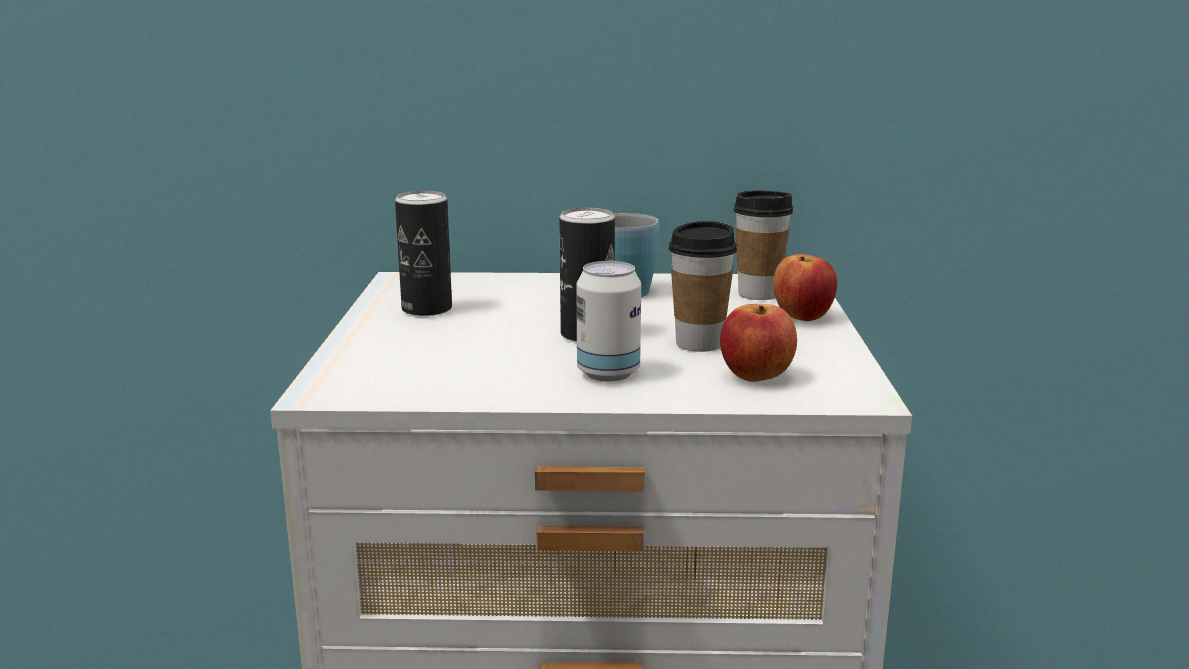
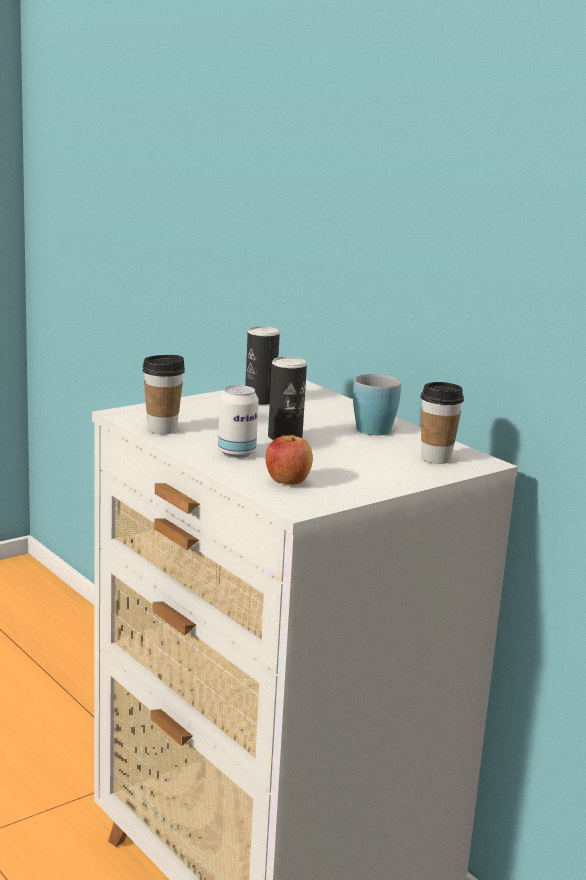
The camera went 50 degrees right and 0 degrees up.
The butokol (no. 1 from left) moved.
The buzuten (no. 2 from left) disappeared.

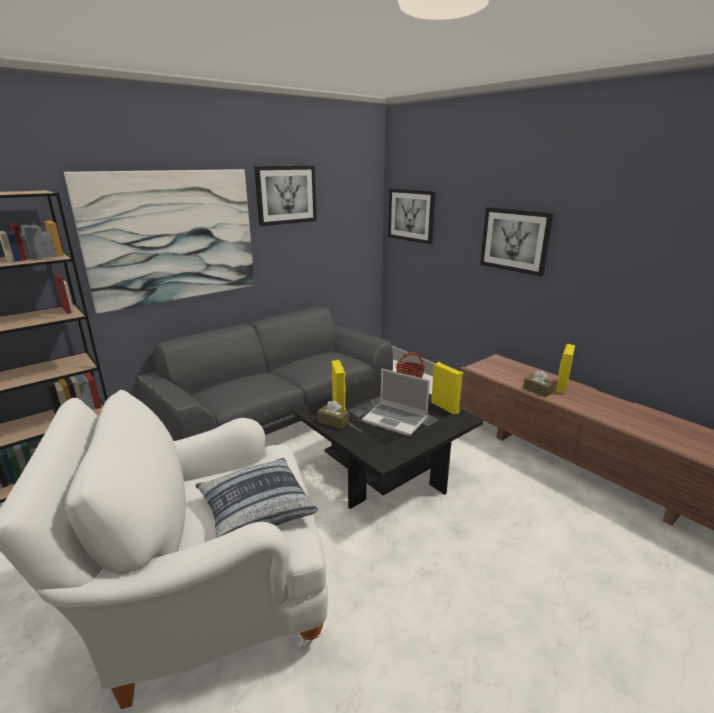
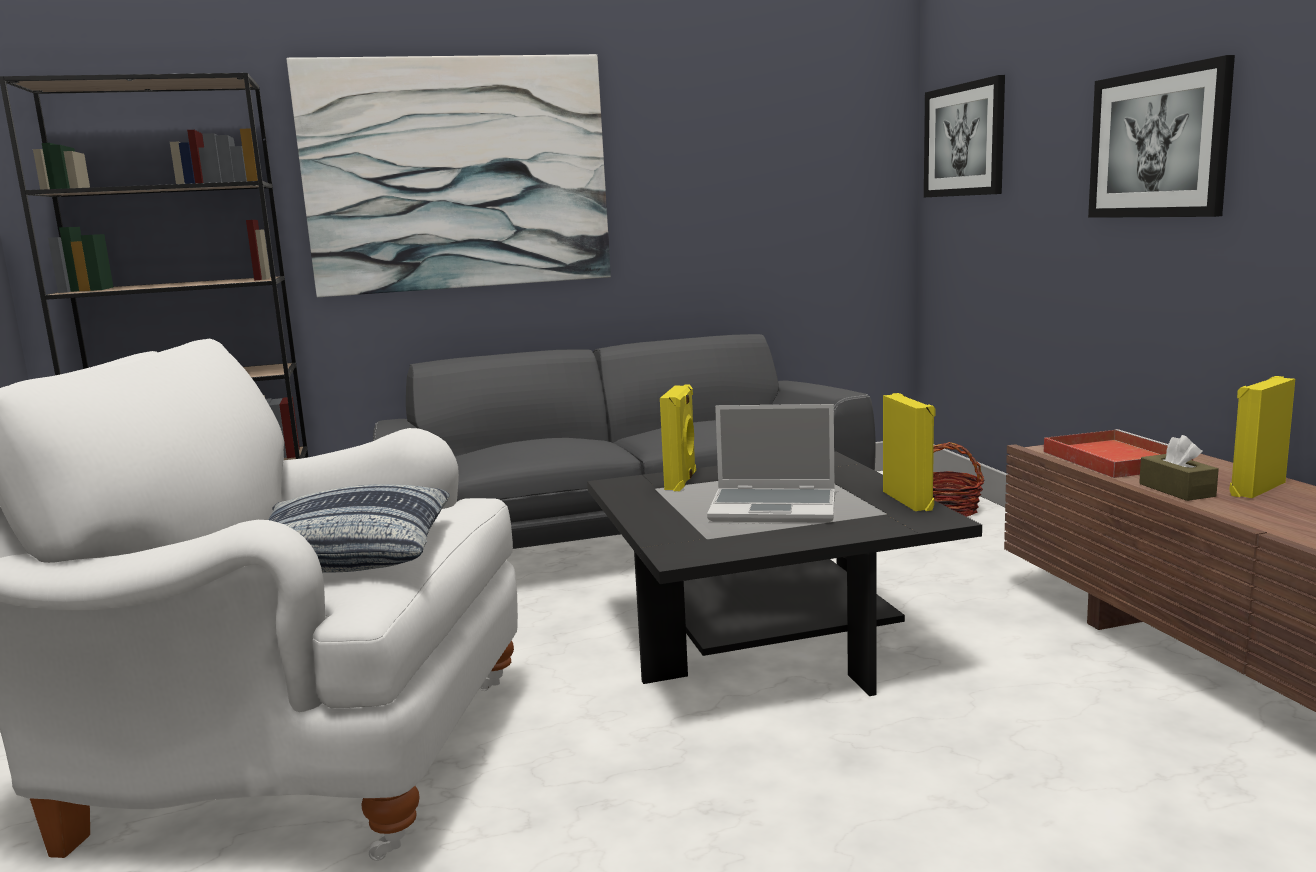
The camera went 25 degrees right and 10 degrees down.
The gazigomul (no. 2 from left) disappeared.
The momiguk turned 45 degrees counterclockwise.
The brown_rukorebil (no. 1 from left) disappeared.
The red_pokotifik appeared.

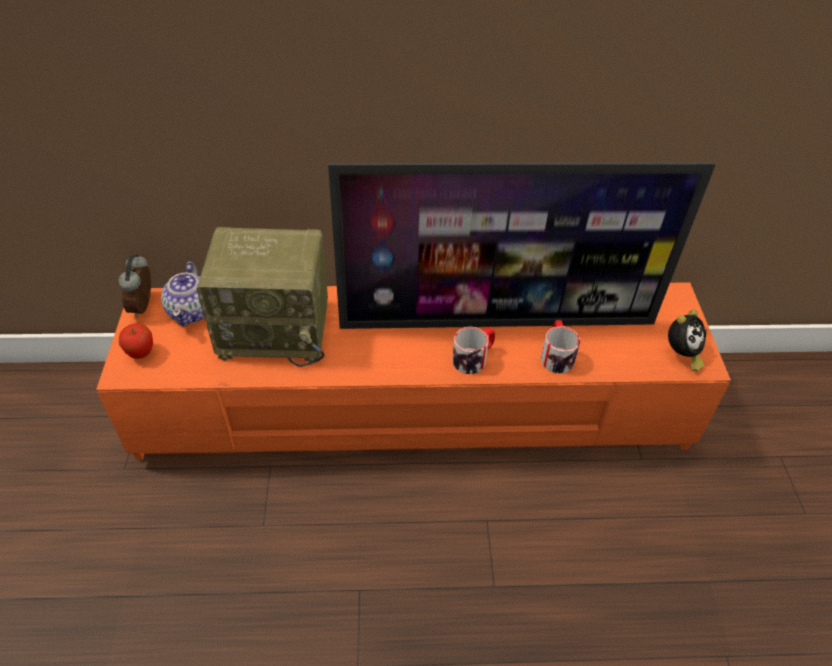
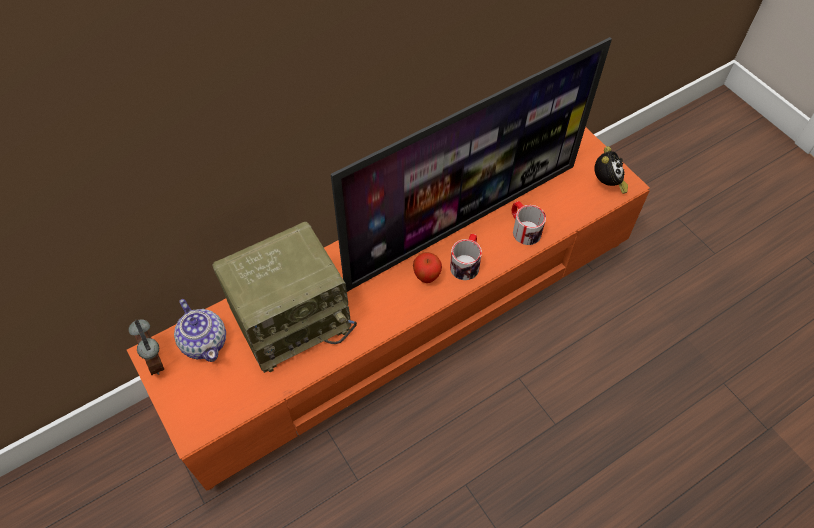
The camera went 30 degrees left and 10 degrees up.
The buzuten moved.

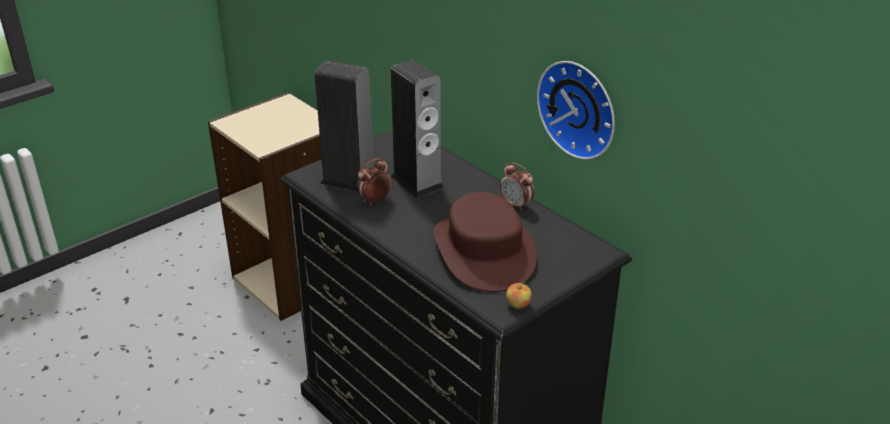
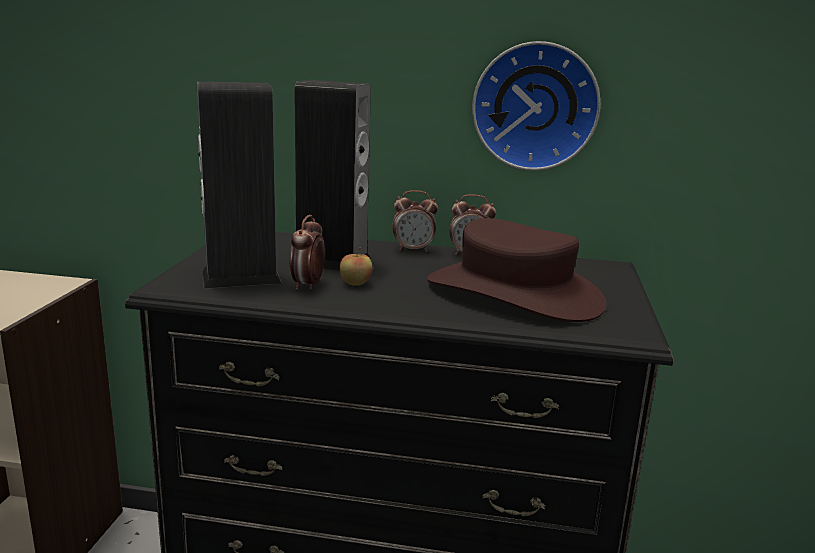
The camera went 40 degrees left and 15 degrees down.
The buzuten moved.
The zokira (no. 2 from left) appeared.

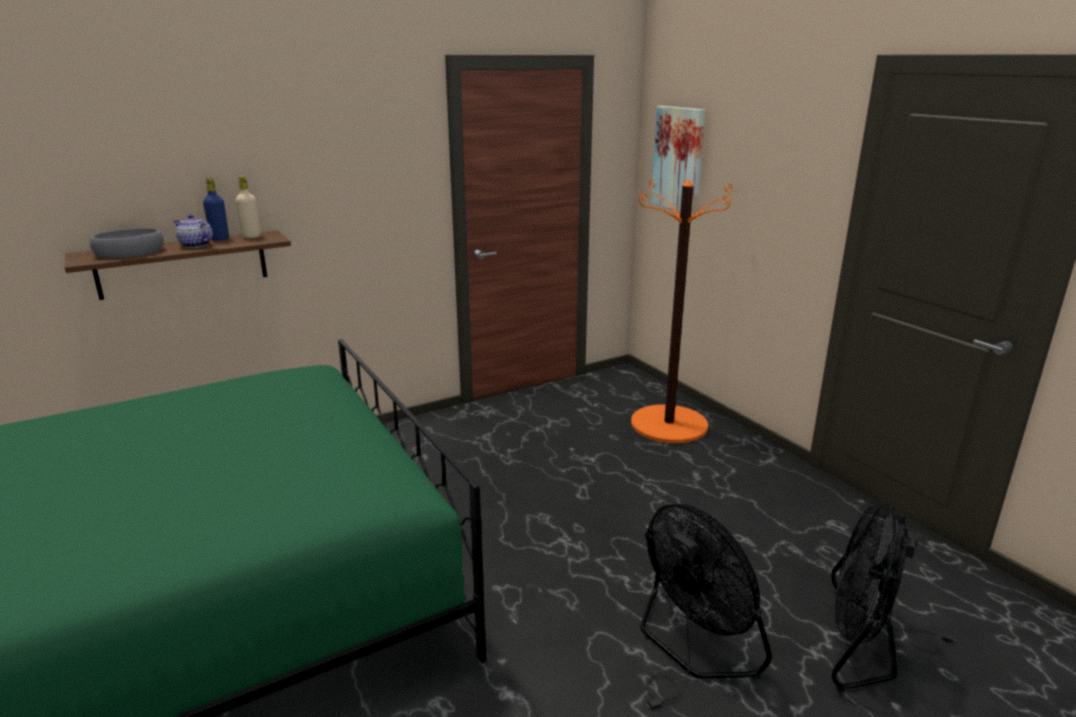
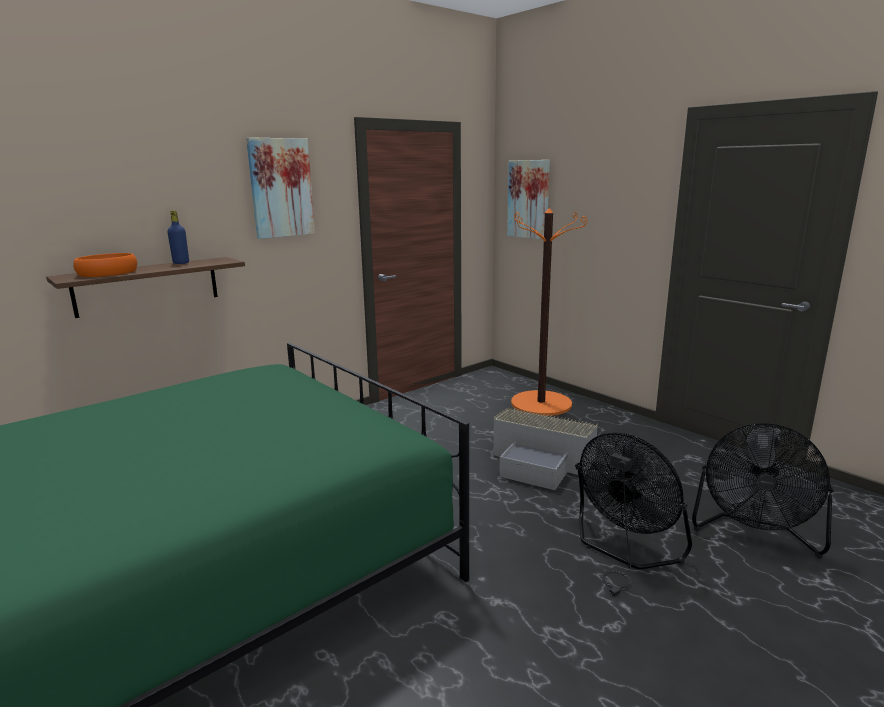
The camera went 10 degrees left and 5 degrees down.
The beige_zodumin disappeared.
The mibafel disappeared.
The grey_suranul became the orange_suranul.
The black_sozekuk (no. 2 from left) turned 75 degrees counterclockwise.
The gazigomul (no. 1 from left) appeared.
The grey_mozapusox appeared.

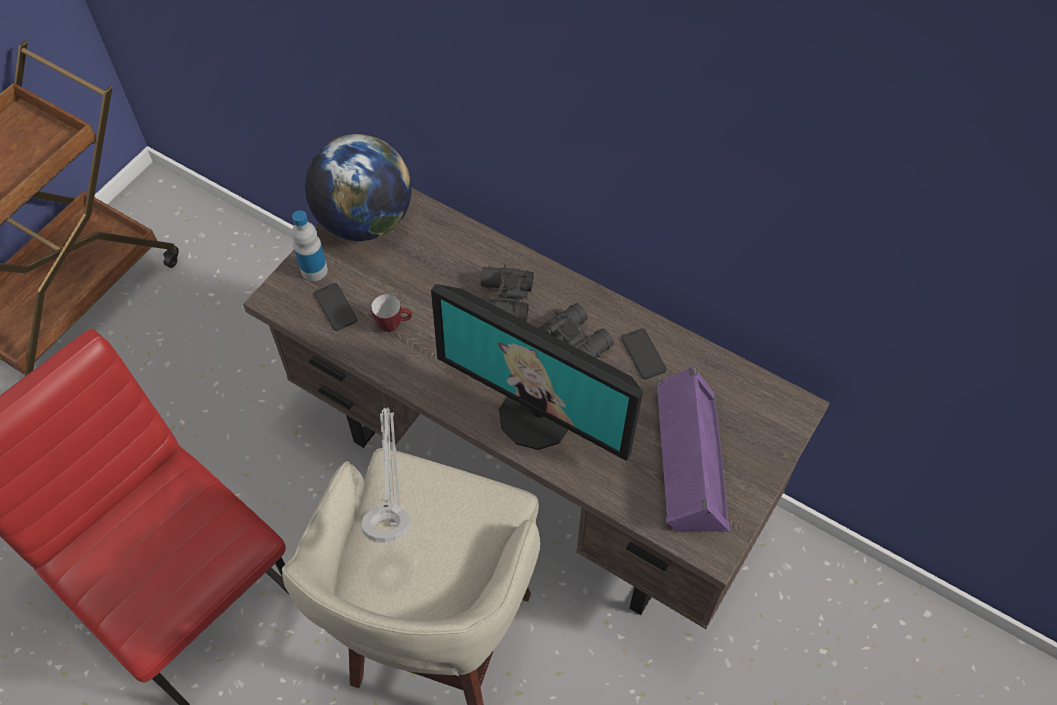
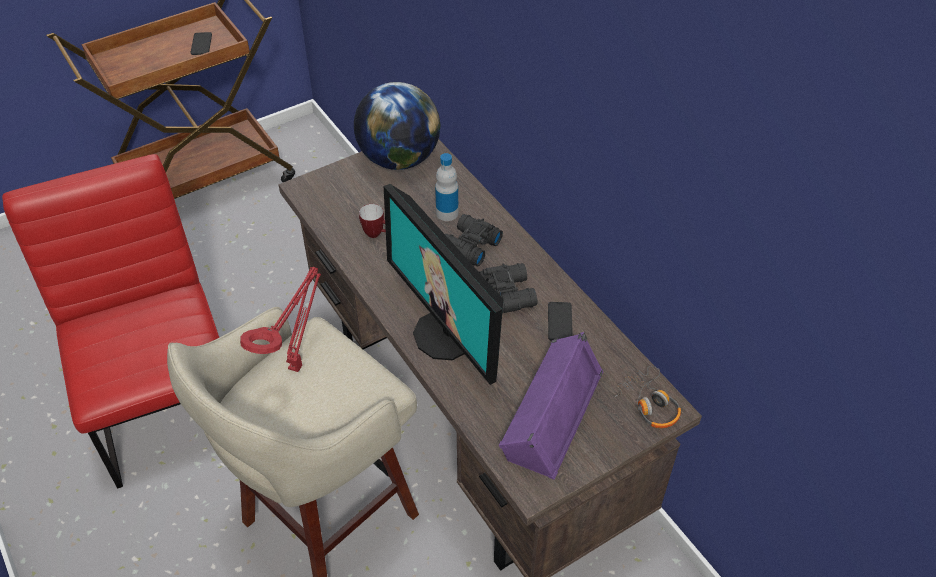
The camera went 25 degrees right and 10 degrees down.
The zodumin moved.
The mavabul (no. 1 from left) moved.
The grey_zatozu became the red_zatozu.
The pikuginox appeared.

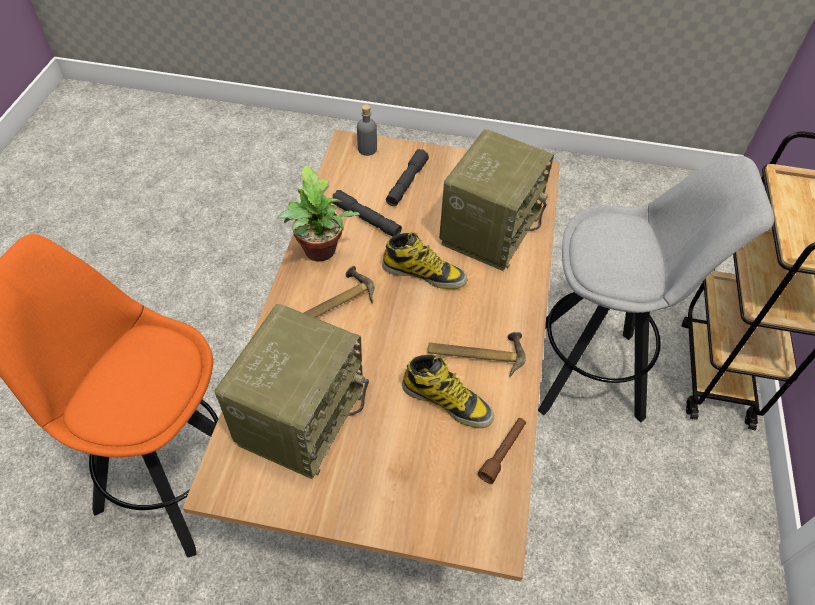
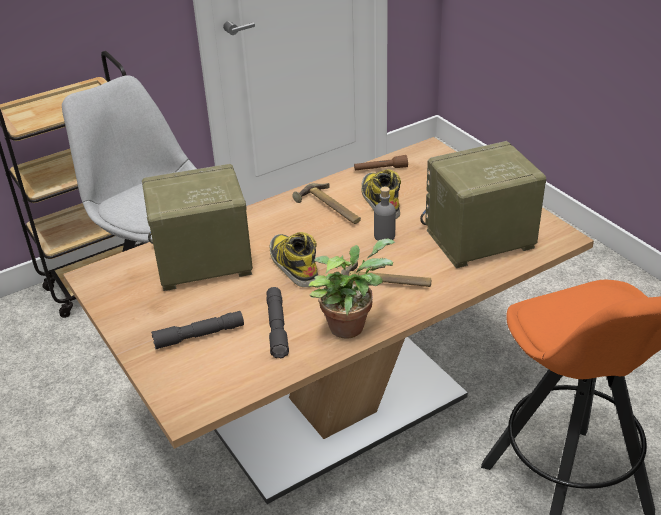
The camera went 130 degrees left and 15 degrees down.
The grey_zodumin moved.

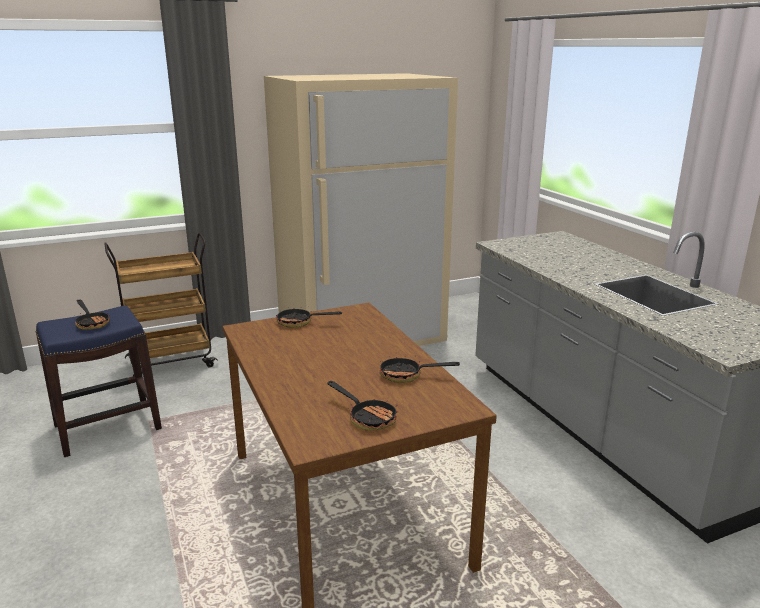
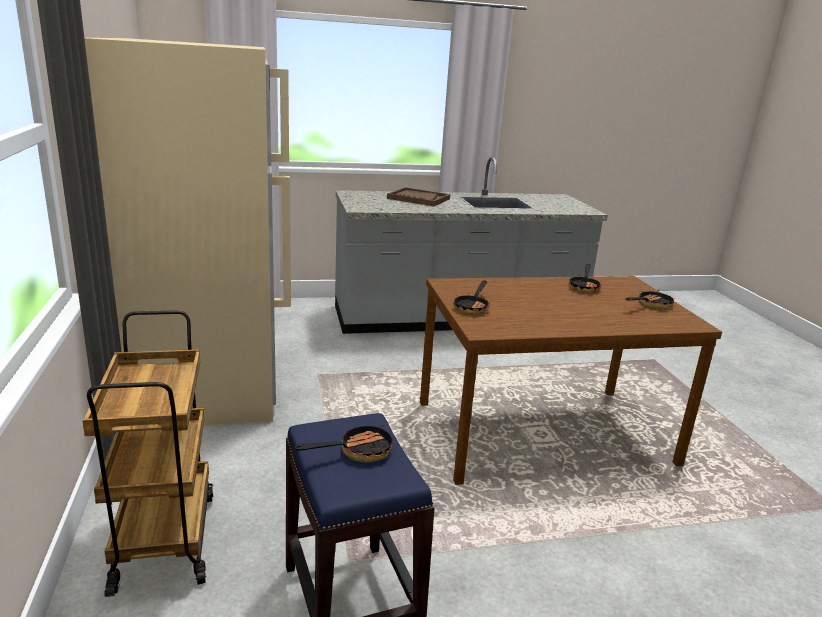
The camera went 80 degrees left and 0 degrees up.
The brown_pokotifik appeared.

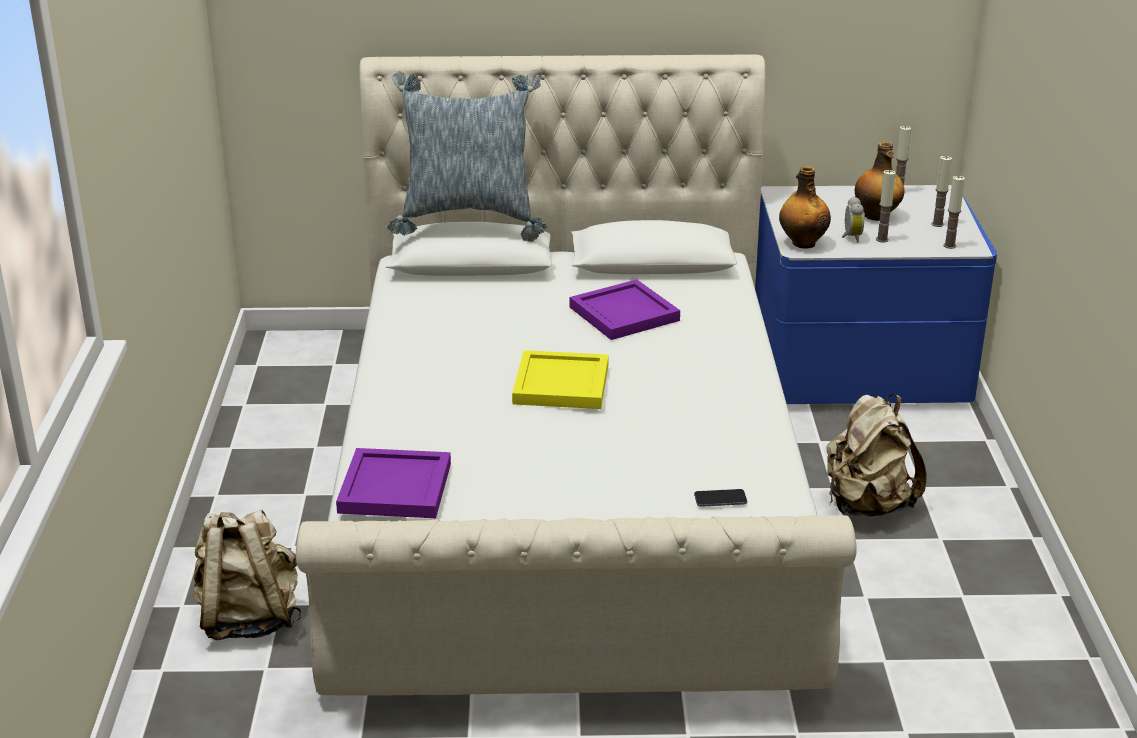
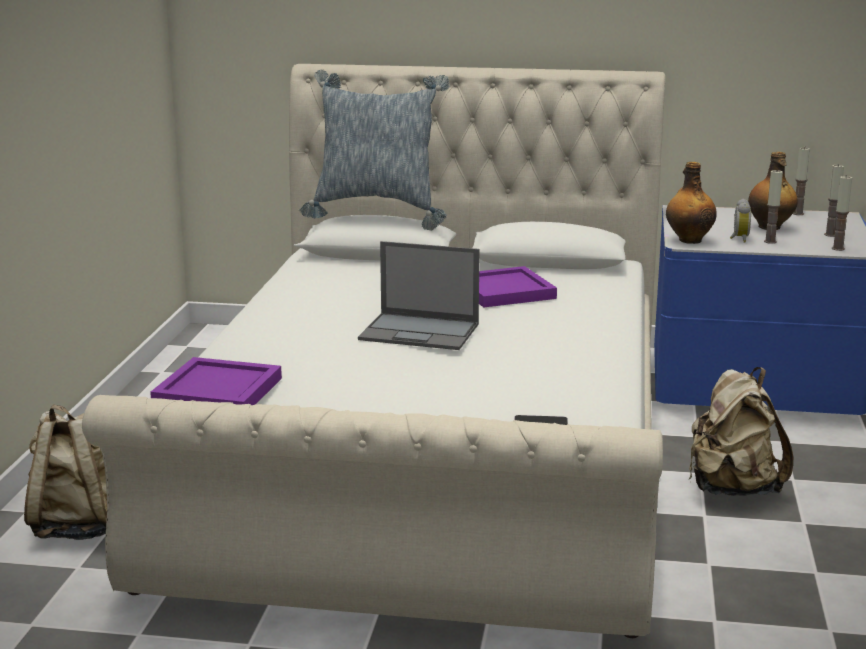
The camera went 10 degrees right and 10 degrees down.
The yellow_pokotifik was replaced by the momiguk.

